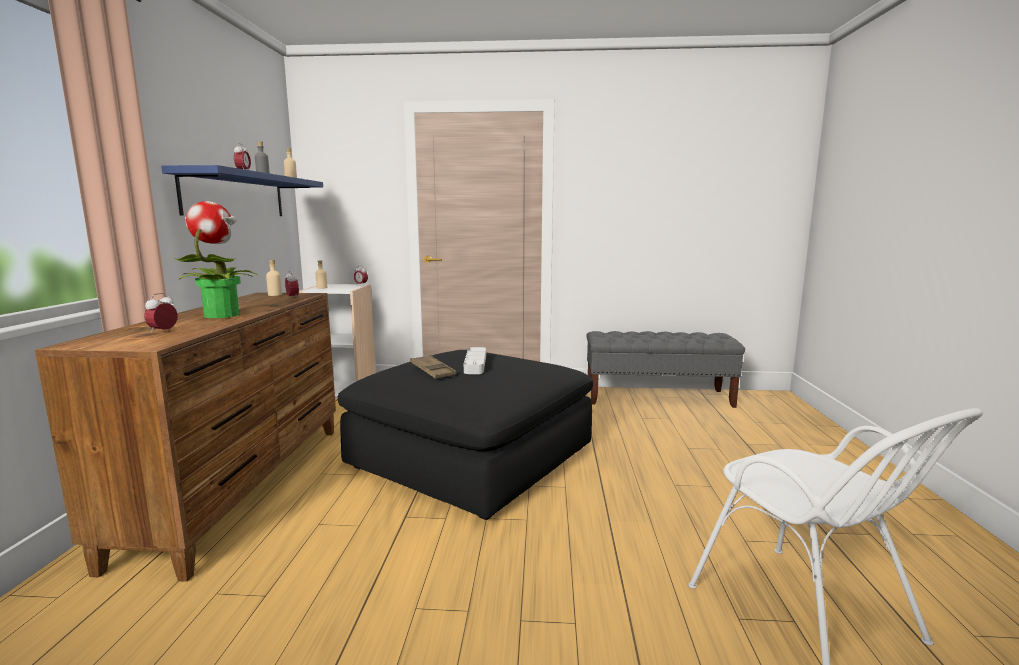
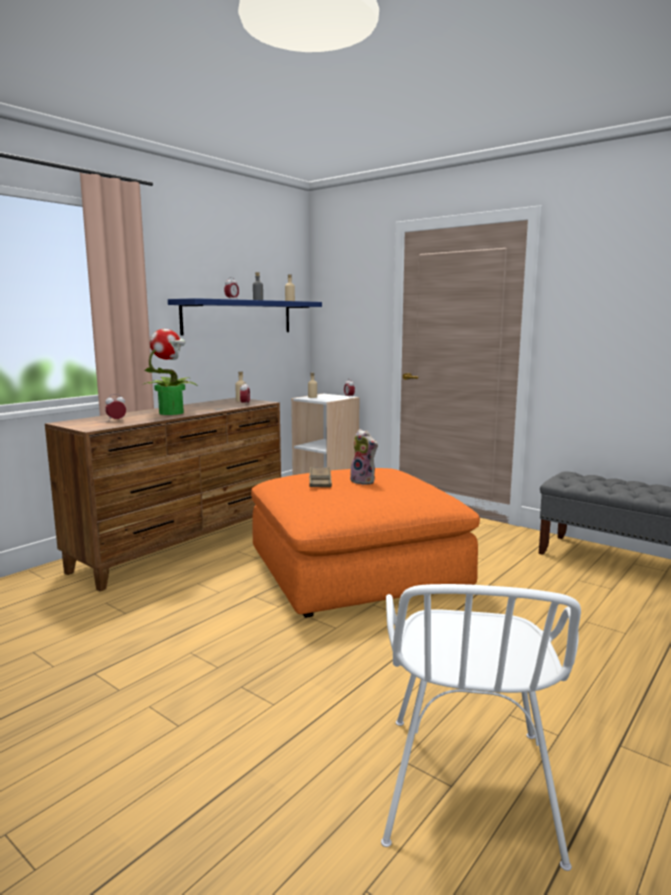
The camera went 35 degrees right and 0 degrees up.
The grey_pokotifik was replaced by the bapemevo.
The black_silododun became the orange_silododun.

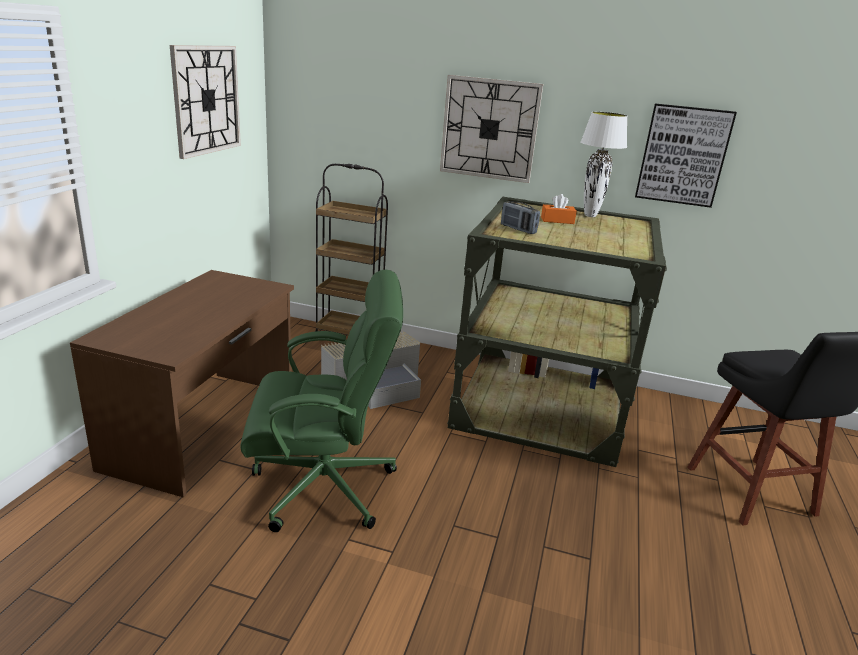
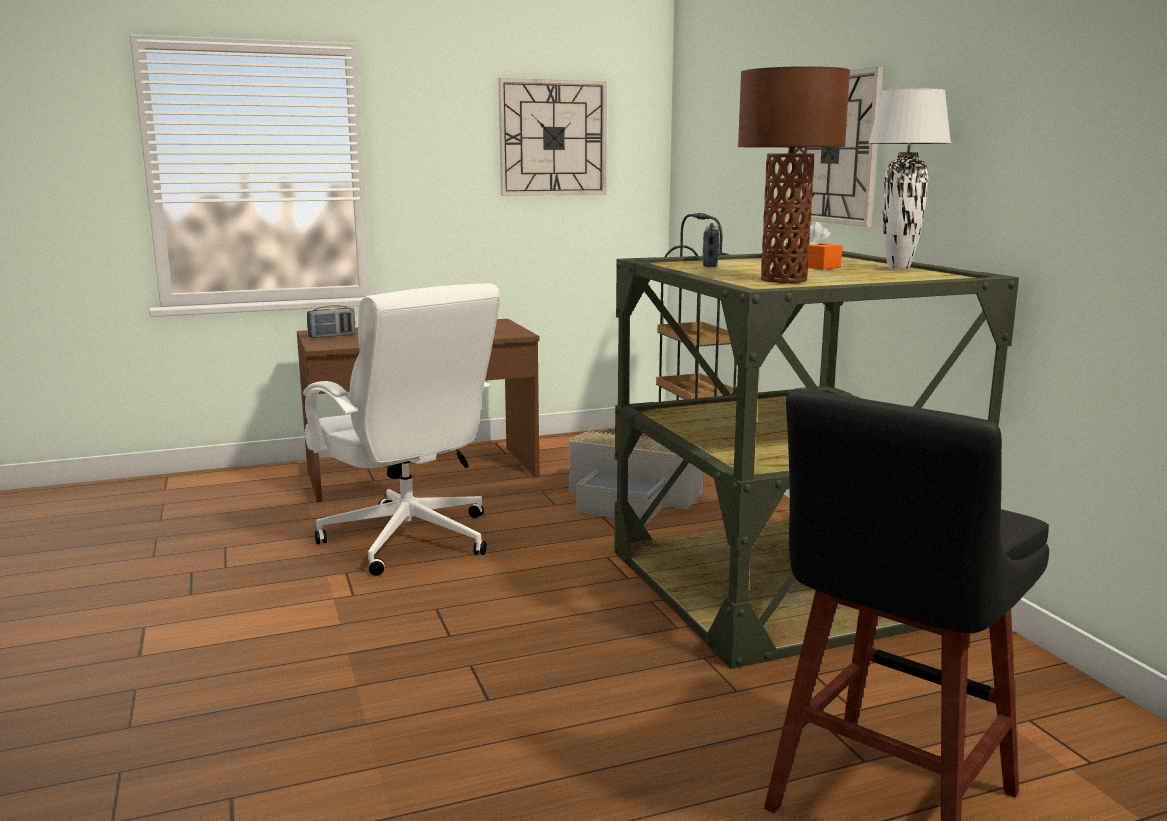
The camera went 55 degrees right and 10 degrees down.
The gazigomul disappeared.
The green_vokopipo became the white_vokopipo.
The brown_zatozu appeared.
The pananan (no. 1 from left) appeared.

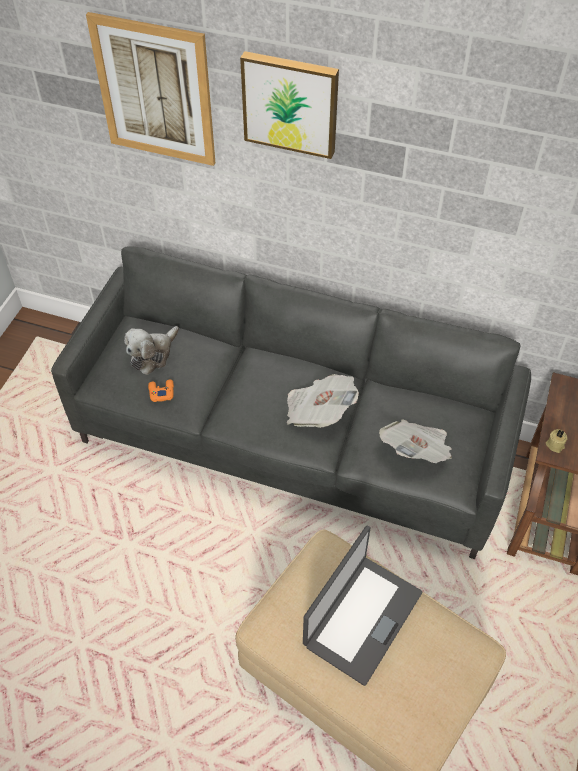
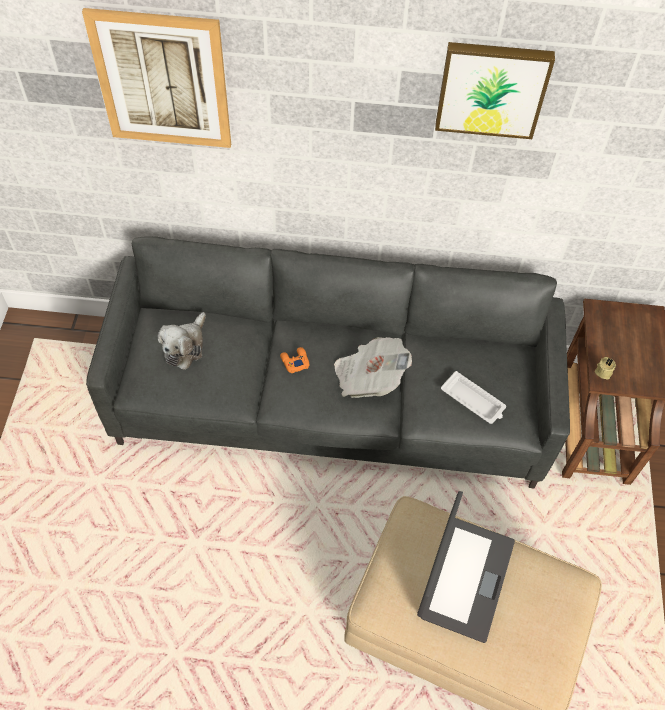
The camera went 15 degrees left and 5 degrees up.
The gazigomul (no. 2 from left) moved.
The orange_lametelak moved.
The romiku (no. 2 from left) was replaced by the white_pokotifik.

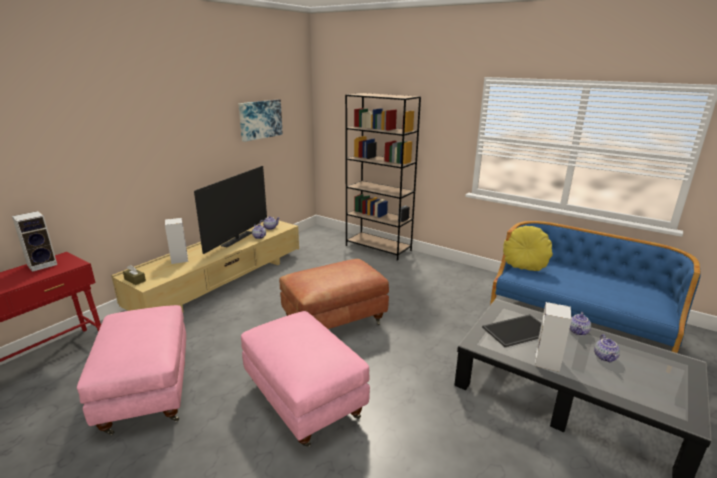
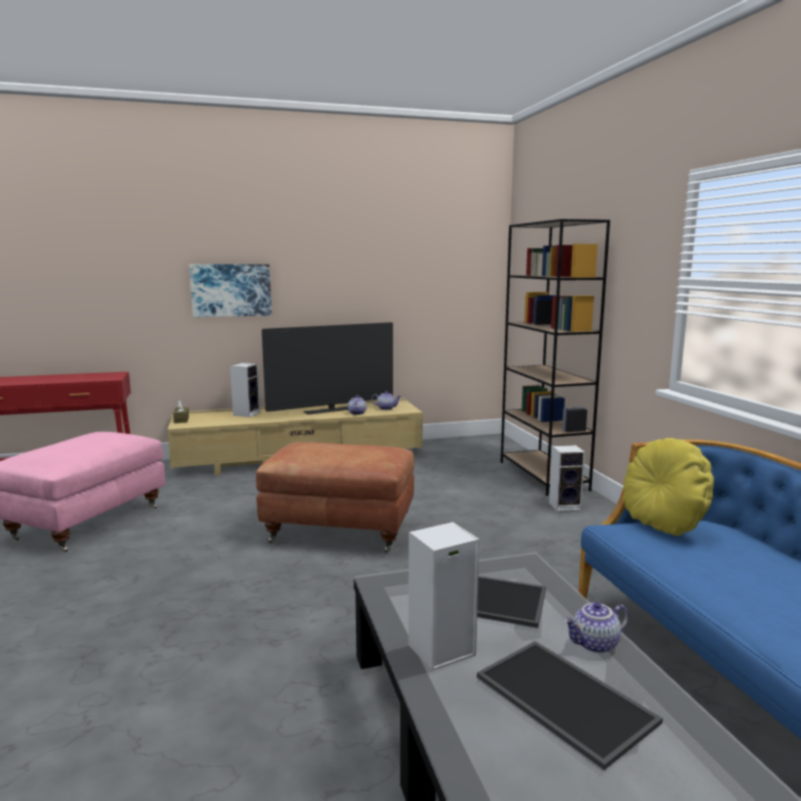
The camera went 40 degrees right and 10 degrees down.
The gazigomul moved.
The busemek (no. 1 from left in the first image) moved.
The pink_silododun (no. 2 from left) disappeared.
The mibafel (no. 4 from left) was replaced by the pokotifik (no. 2 from left).

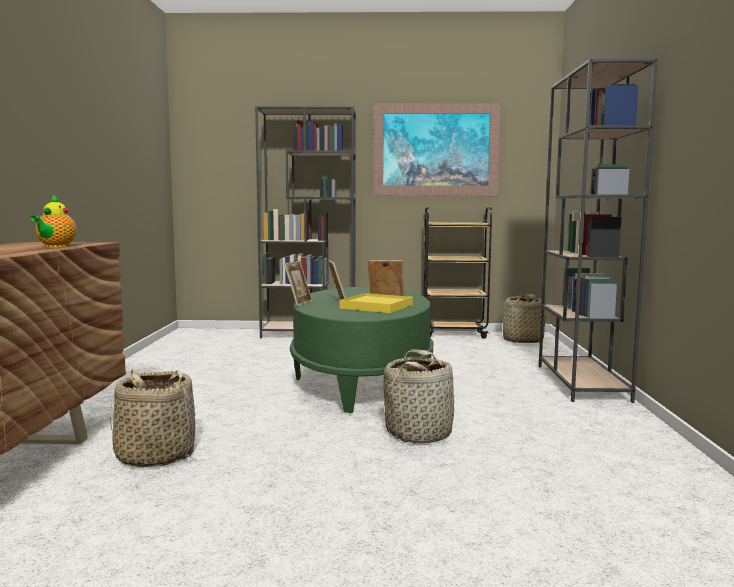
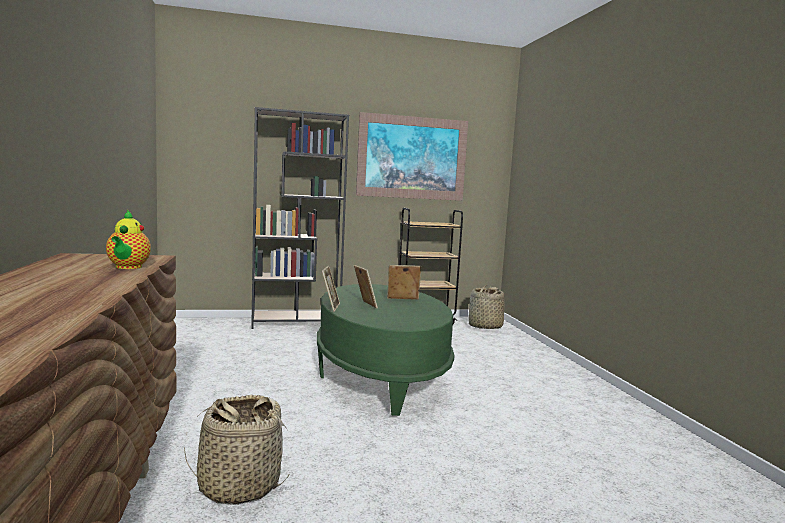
The camera went 15 degrees left and 0 degrees up.
The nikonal (no. 2 from left) disappeared.
The yellow_pokotifik disappeared.
The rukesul (no. 2 from left) disappeared.

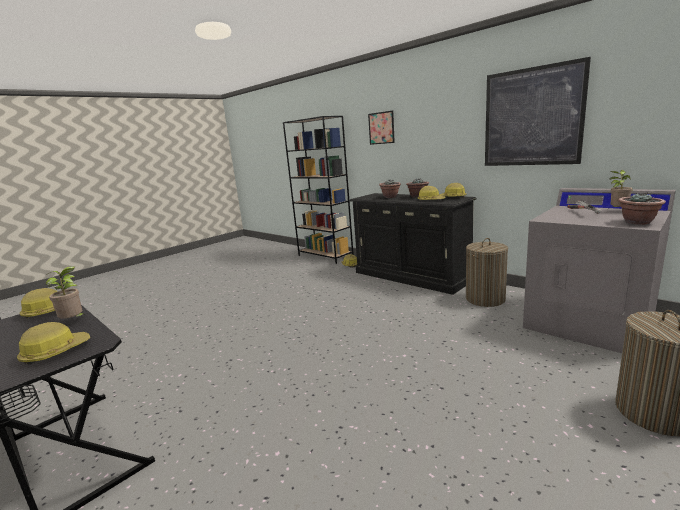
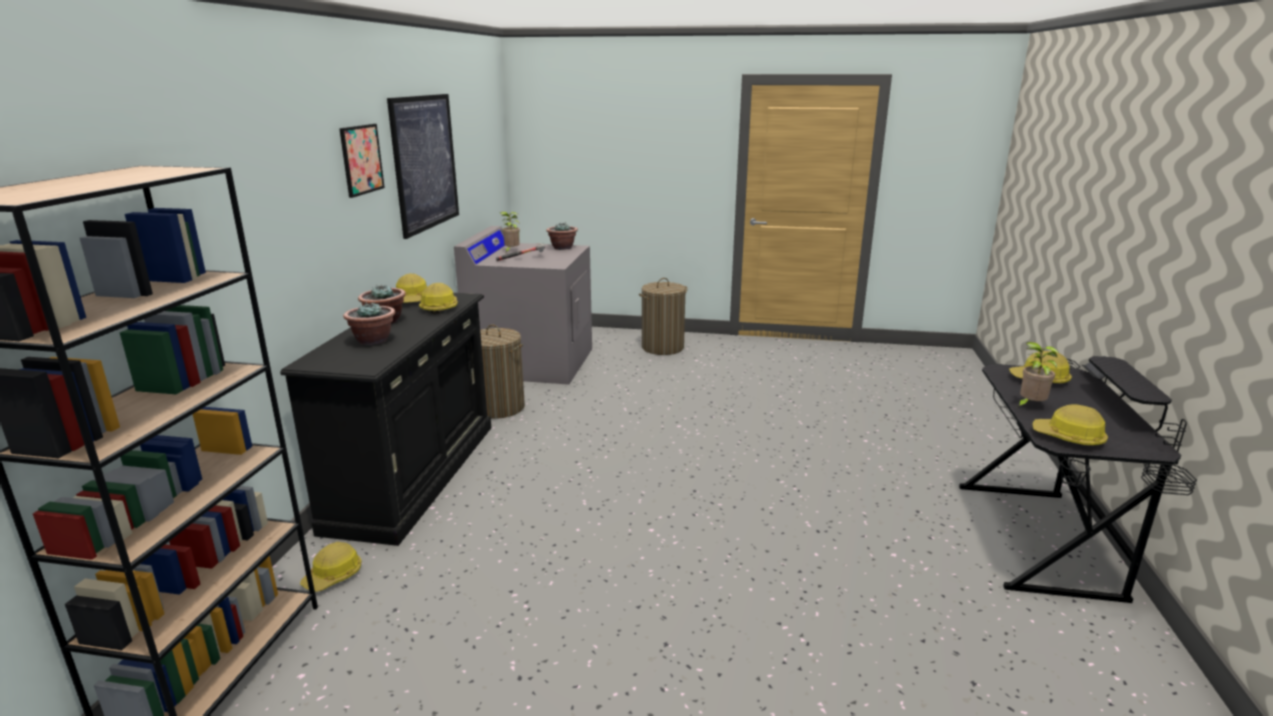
The camera went 125 degrees left and 5 degrees up.
The gazigomul (no. 1 from left) moved.

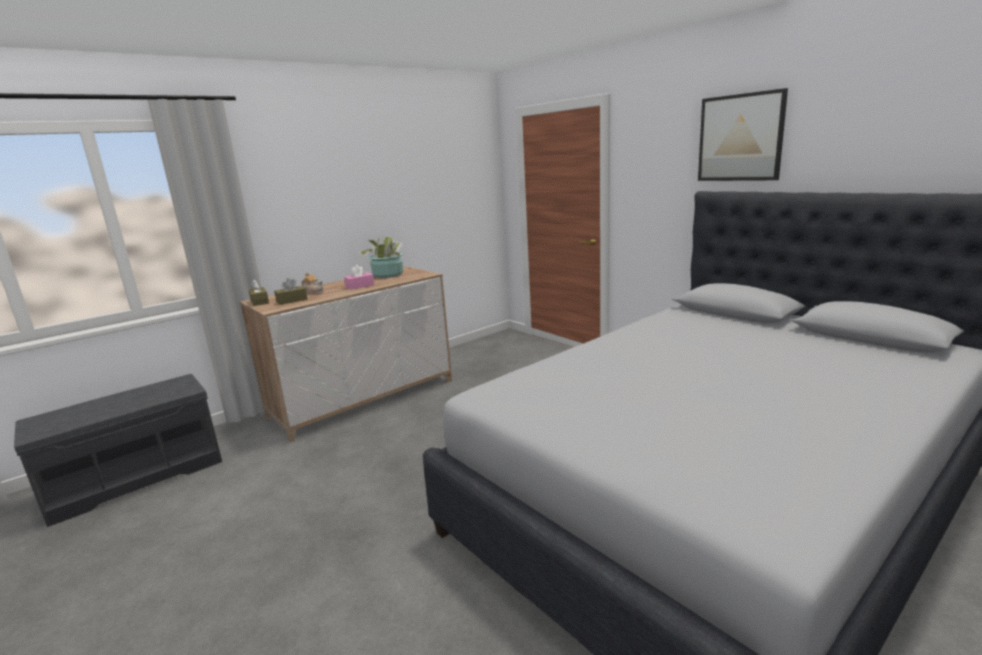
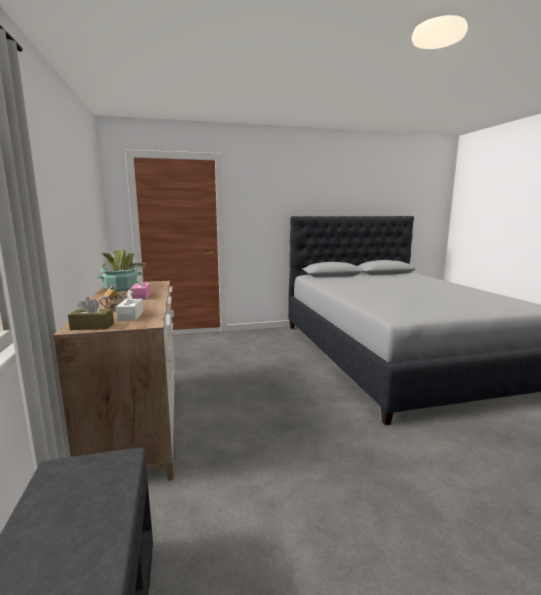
The camera went 65 degrees left and 5 degrees down.
The gazigomul disappeared.
The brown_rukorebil (no. 2 from left) became the white_rukorebil.

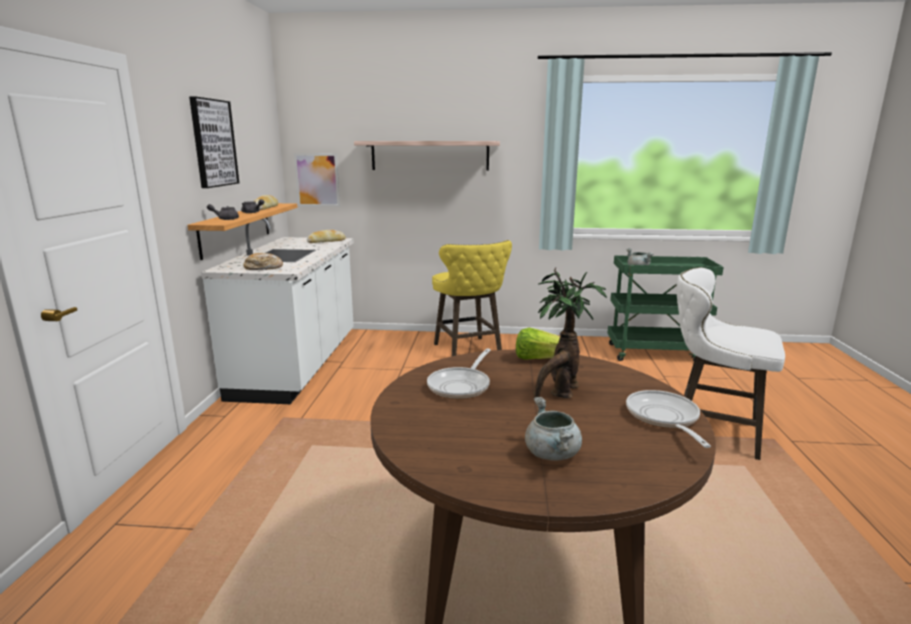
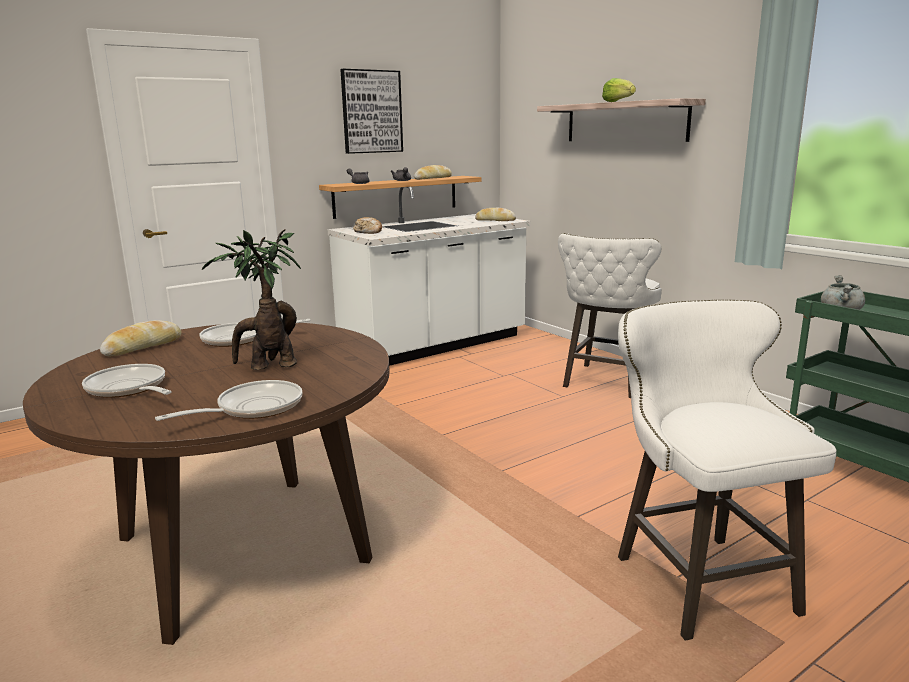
The camera went 50 degrees right and 0 degrees up.
The gazigomul (no. 2 from left) disappeared.
The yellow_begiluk became the white_begiluk (no. 1 from left).
The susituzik moved.
The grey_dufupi (no. 1 from left) was replaced by the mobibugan (no. 1 from left).
The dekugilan (no. 1 from left) appeared.

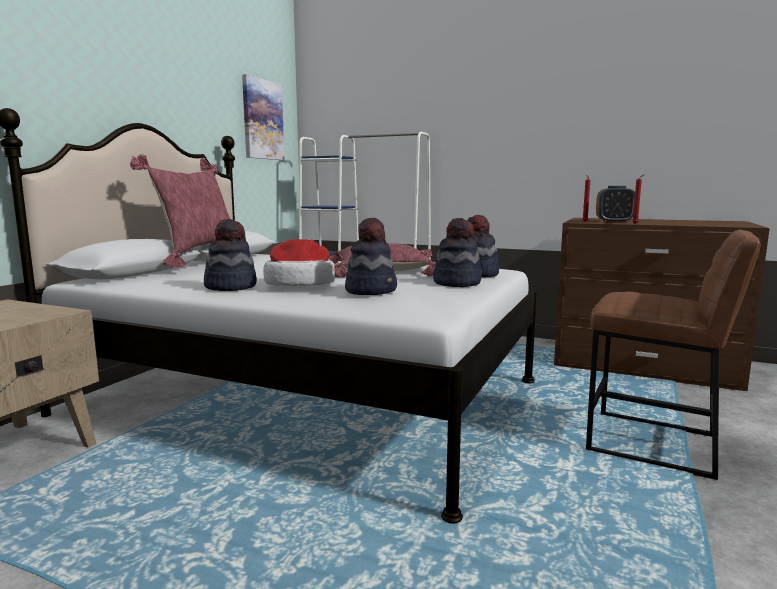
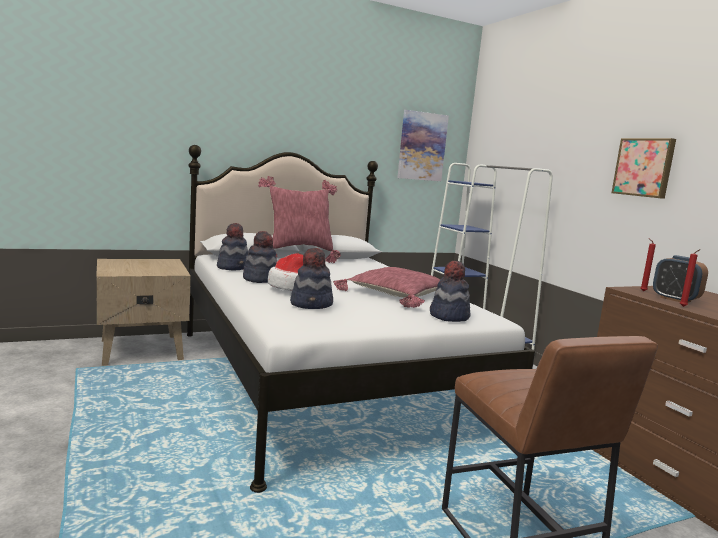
The camera went 40 degrees right and 0 degrees up.
The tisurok (no. 4 from left in the first image) moved.
The gazigomul (no. 2 from left) appeared.

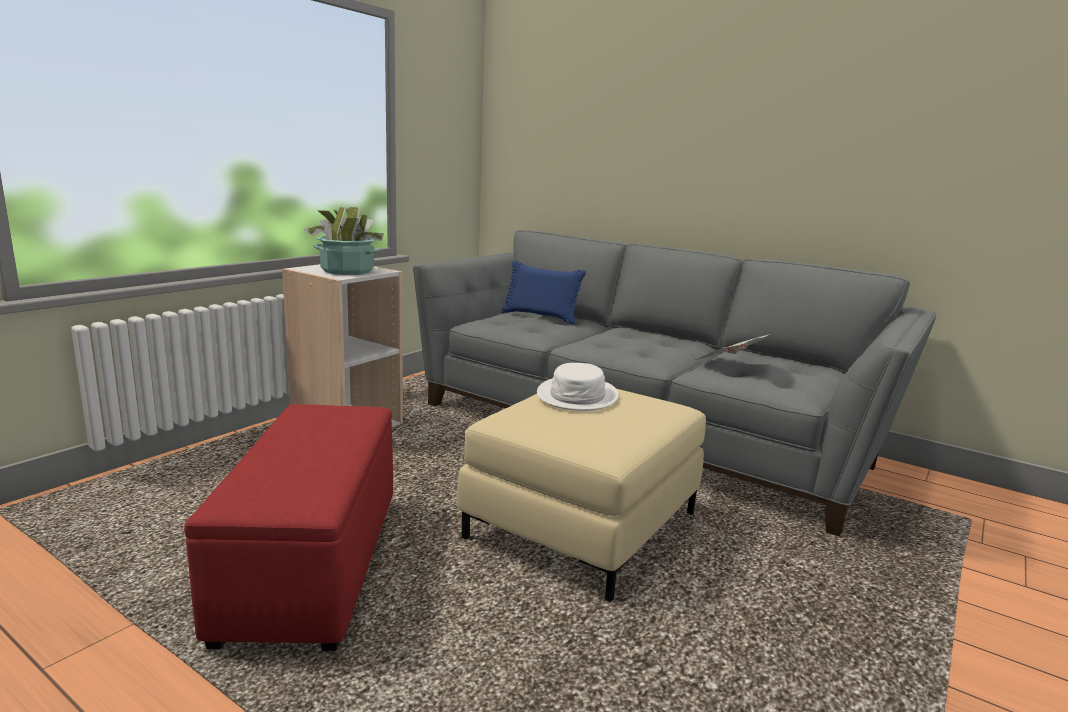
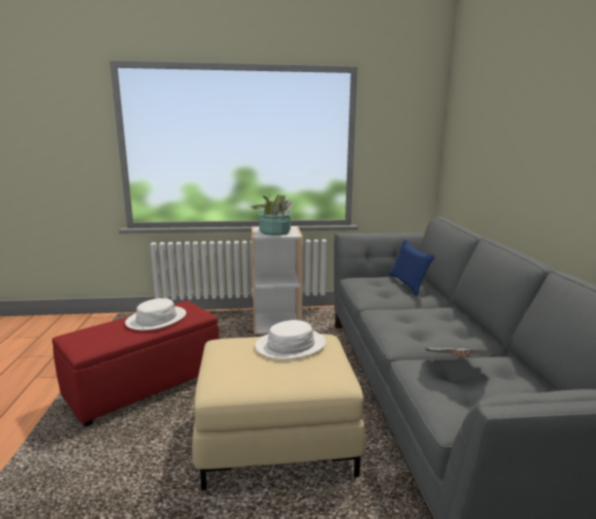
The camera went 50 degrees right and 0 degrees up.
The white_tisurok (no. 1 from left) appeared.

